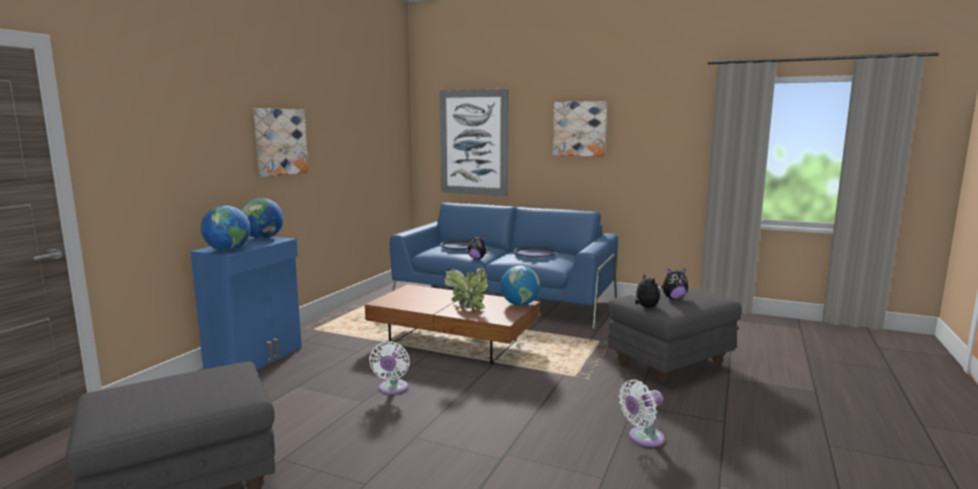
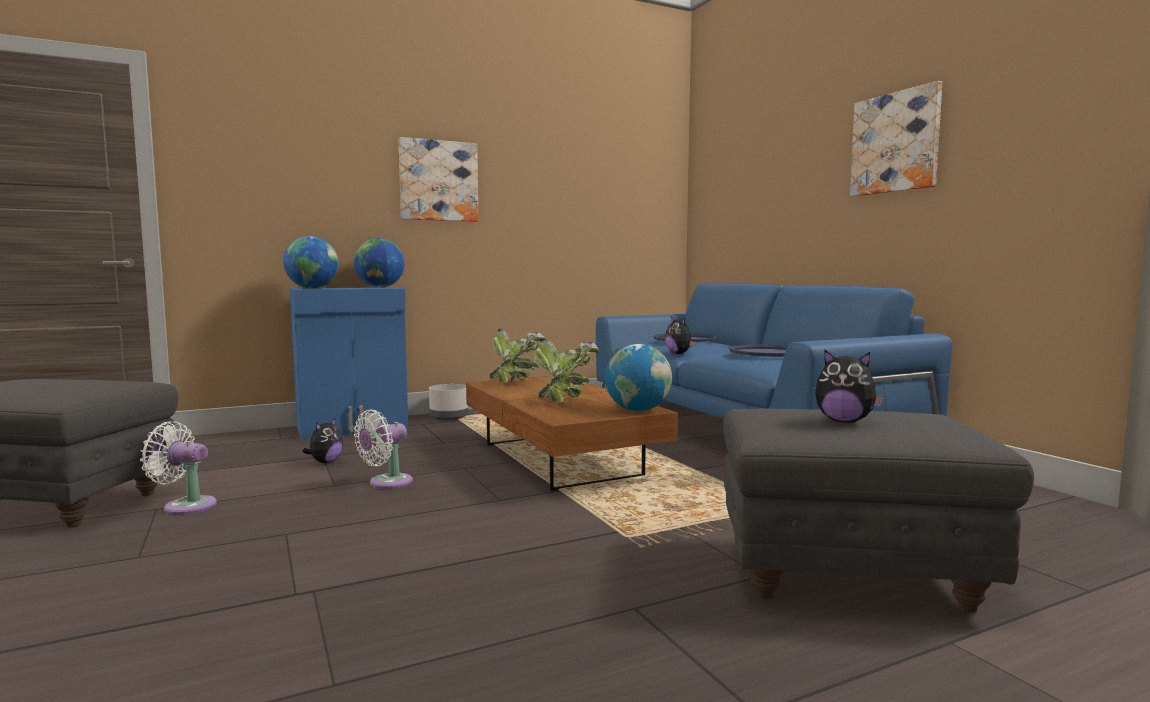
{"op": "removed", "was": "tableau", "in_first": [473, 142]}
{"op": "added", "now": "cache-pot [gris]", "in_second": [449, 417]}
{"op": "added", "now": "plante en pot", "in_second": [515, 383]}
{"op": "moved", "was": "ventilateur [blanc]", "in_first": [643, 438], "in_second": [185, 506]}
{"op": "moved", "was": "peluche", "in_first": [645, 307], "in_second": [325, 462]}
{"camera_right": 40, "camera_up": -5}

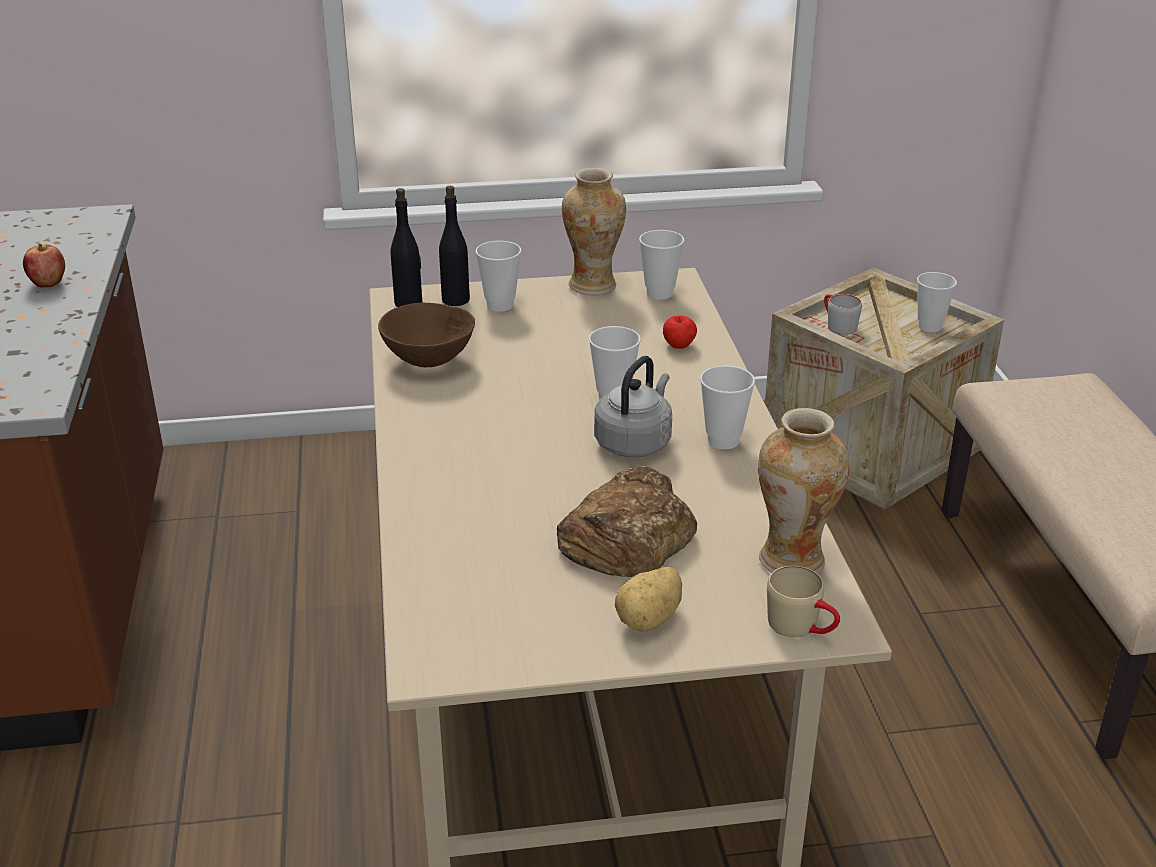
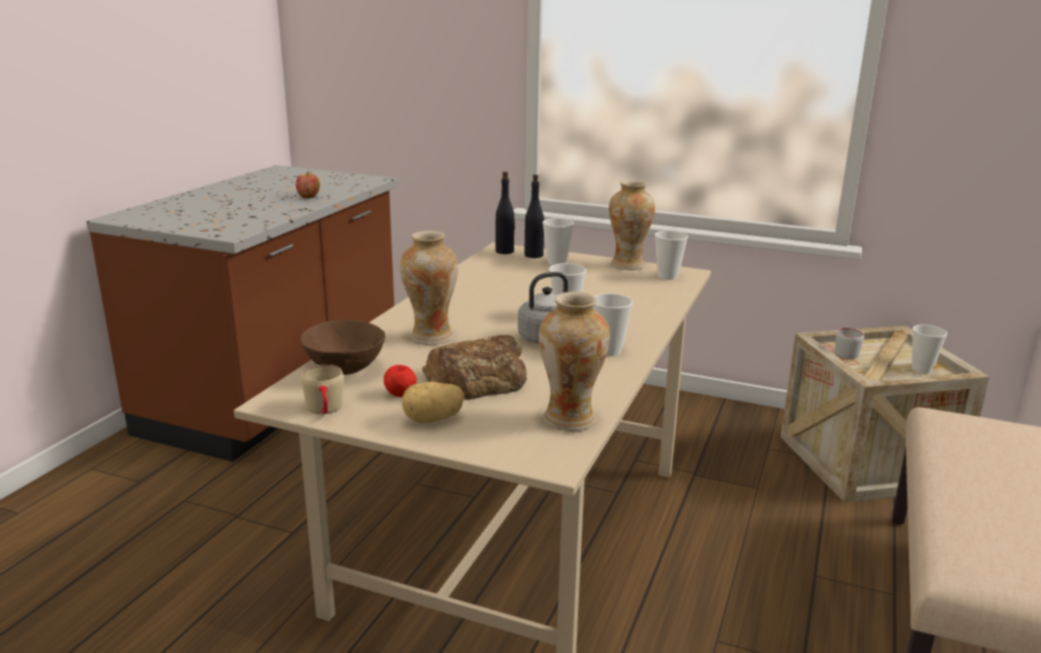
{"op": "added", "now": "vase", "in_second": [431, 337]}
{"op": "moved", "was": "bol [marron]", "in_first": [428, 361], "in_second": [344, 370]}
{"op": "moved", "was": "pomme", "in_first": [679, 345], "in_second": [400, 394]}
{"op": "moved", "was": "mug [beige]", "in_first": [802, 627], "in_second": [325, 410]}
{"camera_right": 30, "camera_up": -10}

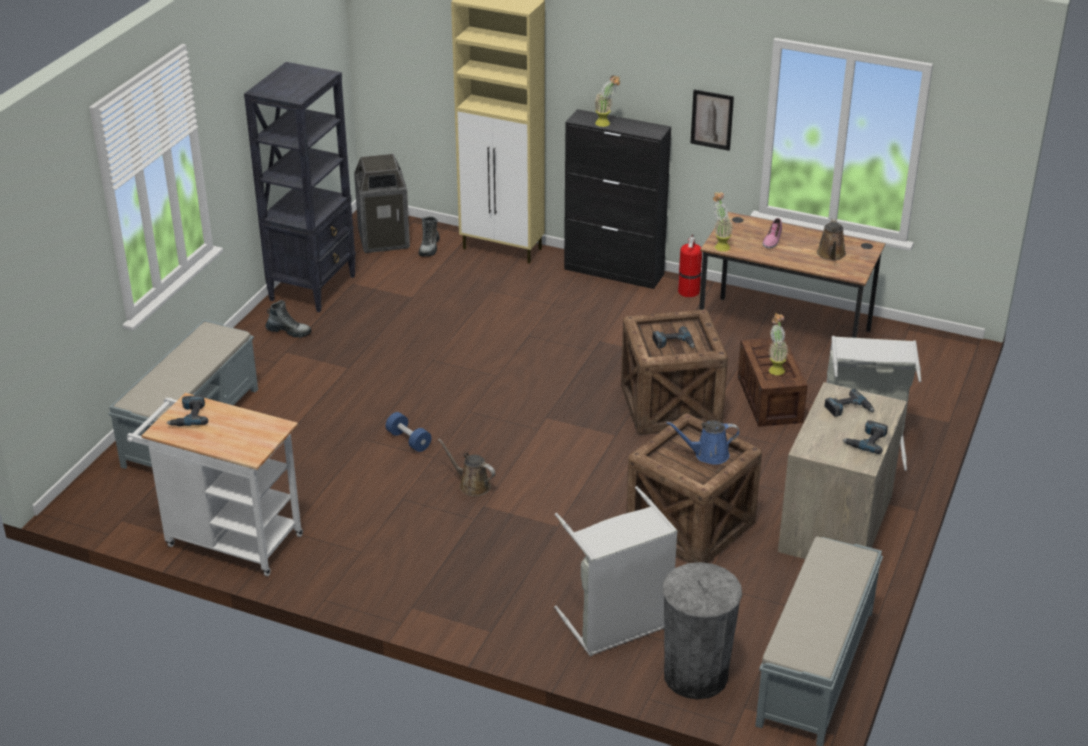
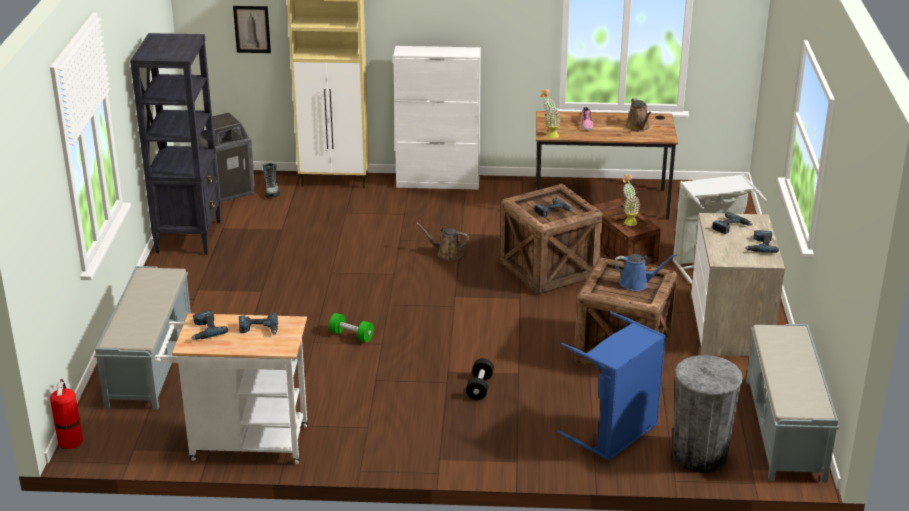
{"op": "removed", "was": "botte", "in_first": [289, 331]}
{"op": "removed", "was": "plante en pot", "in_first": [606, 124]}
{"op": "added", "now": "perceuse", "in_second": [259, 329]}
{"op": "added", "now": "haltère [noir]", "in_second": [480, 387]}
{"op": "moved", "was": "arrosoir [marron]", "in_first": [471, 485], "in_second": [447, 254]}
{"op": "moved", "was": "extincteur", "in_first": [688, 290], "in_second": [70, 440]}
{"op": "moved", "was": "tableau", "in_first": [712, 119], "in_second": [252, 29]}
{"op": "recoloured", "was": "haltère [bleu]", "now": "haltère [vert]", "in_first": [408, 440], "in_second": [351, 335]}
{"op": "recoloured", "was": "panier à linge [gris]", "now": "panier à linge [bleu]", "in_first": [618, 625], "in_second": [615, 434]}
{"op": "recoloured", "was": "meuble de rangement [noir]", "now": "meuble de rangement [blanc]", "in_first": [614, 272], "in_second": [438, 182]}
{"op": "turned", "was": "arrosoir [bleu]", "in_first": [708, 455], "in_second": [637, 283], "clockwise": -150}
{"camera_right": -20, "camera_up": -5}

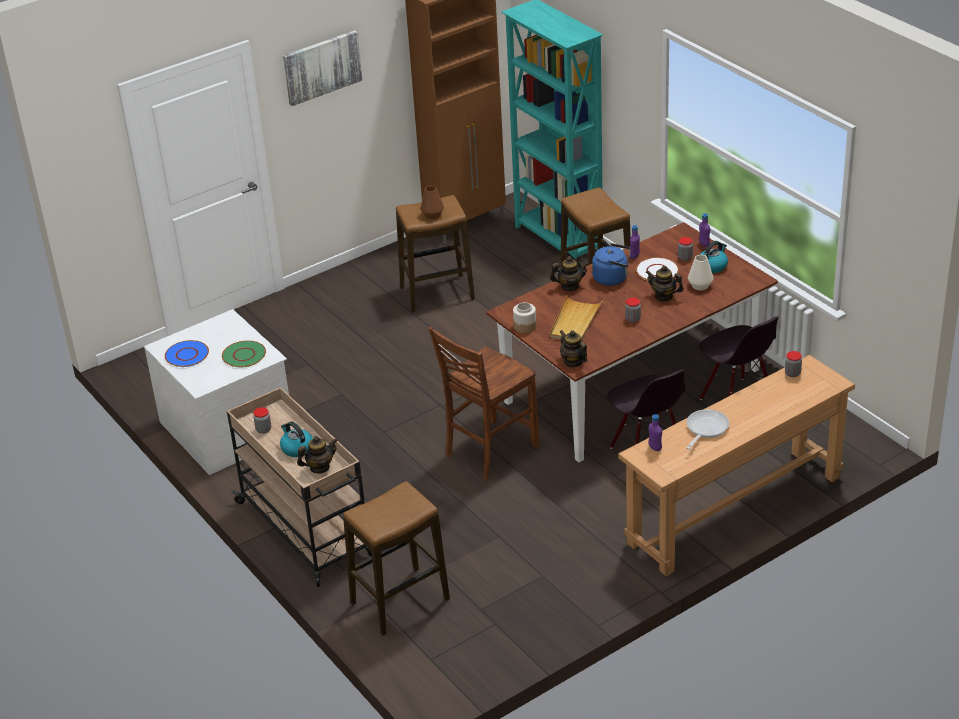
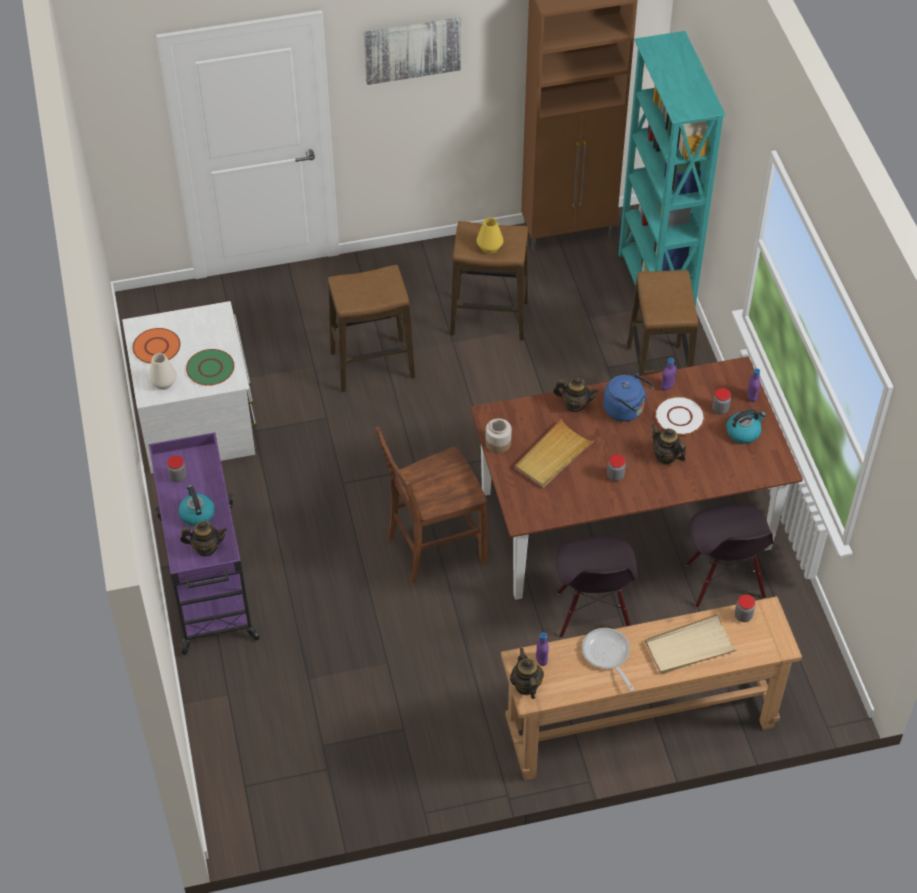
{"op": "added", "now": "plateau [beige]", "in_second": [689, 647]}
{"op": "moved", "was": "tabouret", "in_first": [400, 602], "in_second": [372, 365]}
{"op": "moved", "was": "théière", "in_first": [573, 362], "in_second": [526, 685]}
{"op": "moved", "was": "vase [blanc]", "in_first": [700, 286], "in_second": [163, 383]}
{"op": "recoloured", "was": "assiette [bleu]", "now": "assiette [orange]", "in_first": [186, 355], "in_second": [156, 347]}
{"op": "recoloured", "was": "chariot [beige]", "now": "chariot [violet]", "in_first": [307, 530], "in_second": [208, 579]}
{"op": "recoloured", "was": "vase [marron]", "now": "vase [jaune]", "in_first": [432, 215], "in_second": [489, 247]}
{"op": "turned", "was": "poêle", "in_first": [705, 429], "in_second": [607, 655], "clockwise": -75}
{"camera_right": 20, "camera_up": 15}

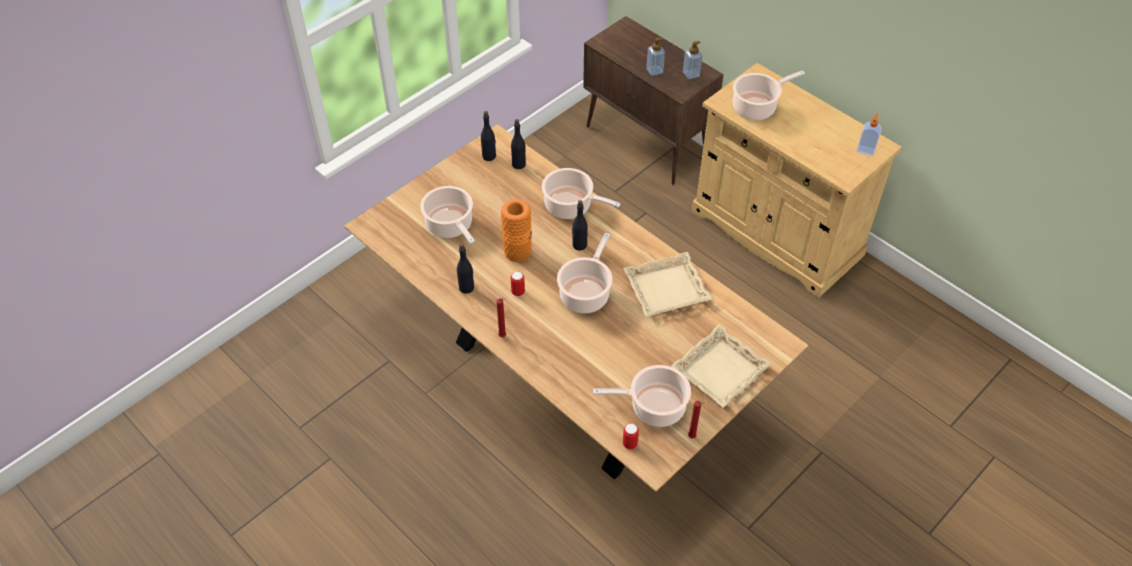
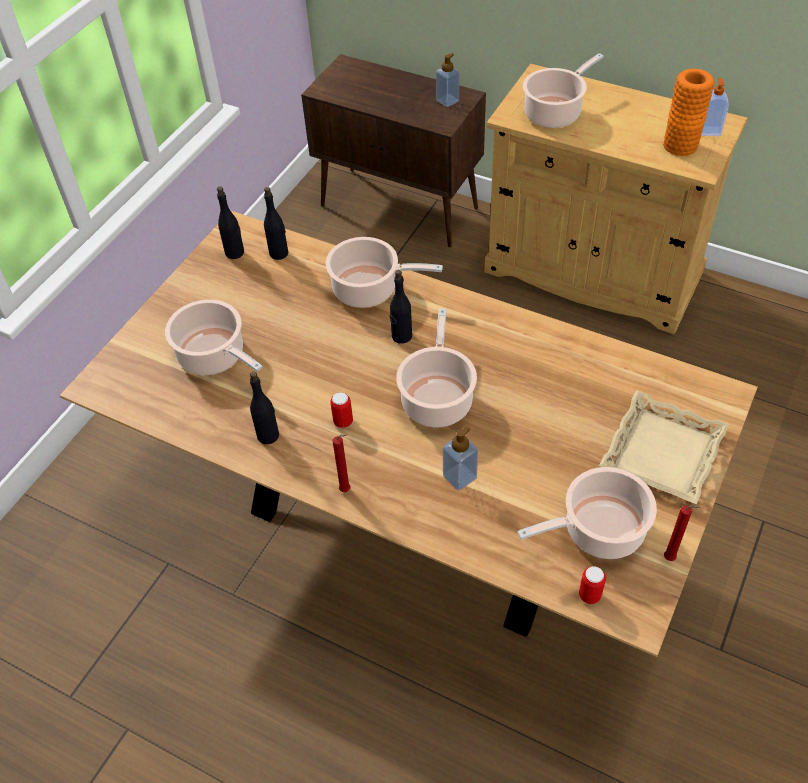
{"op": "removed", "was": "plateau [beige]", "in_first": [666, 288]}
{"op": "moved", "was": "vase [orange]", "in_first": [517, 252], "in_second": [680, 146]}
{"op": "moved", "was": "distributeur de savon", "in_first": [654, 70], "in_second": [459, 477]}
{"camera_right": -15, "camera_up": 0}

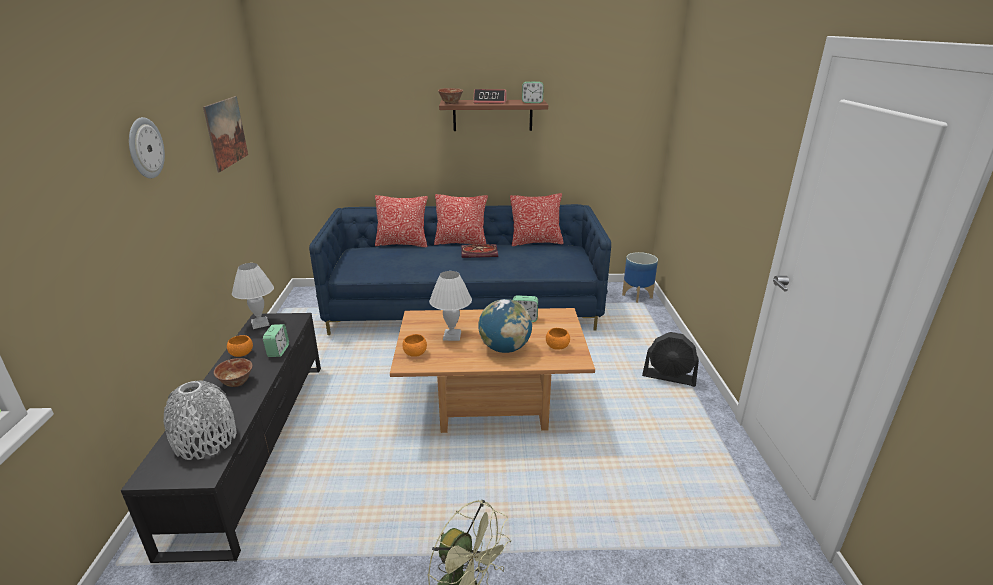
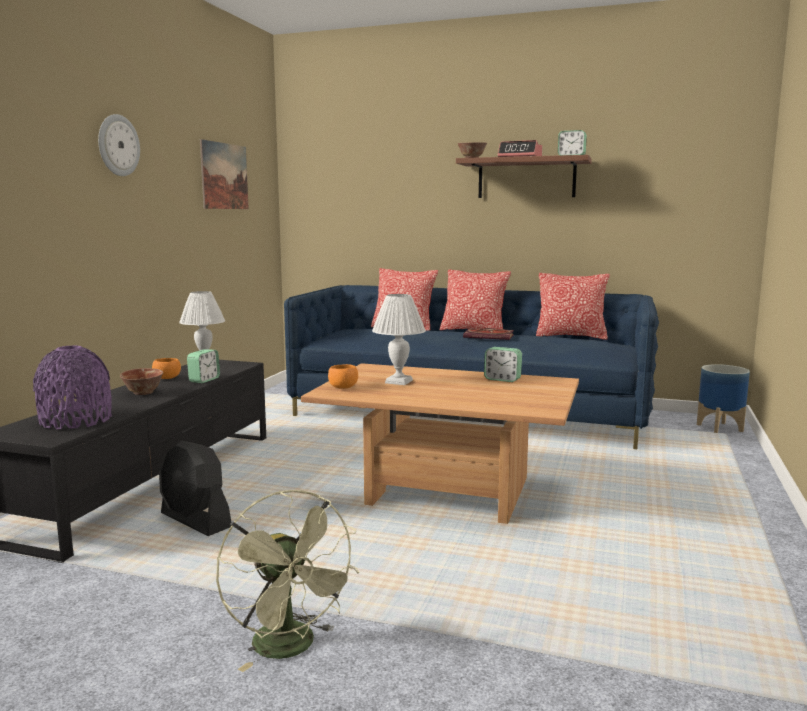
{"op": "removed", "was": "globe", "in_first": [505, 348]}
{"op": "removed", "was": "bol [orange]", "in_first": [557, 346]}
{"op": "moved", "was": "ventilateur [noir]", "in_first": [669, 377], "in_second": [195, 521]}
{"op": "recoloured", "was": "vase [gris]", "now": "vase [violet]", "in_first": [205, 440], "in_second": [76, 420]}
{"camera_right": 20, "camera_up": -15}

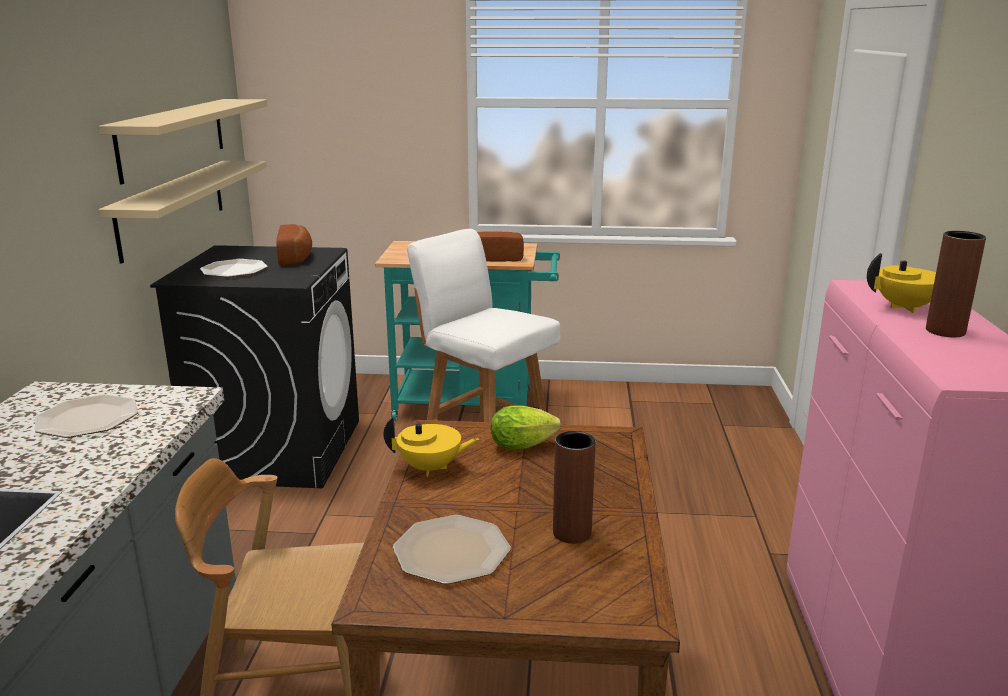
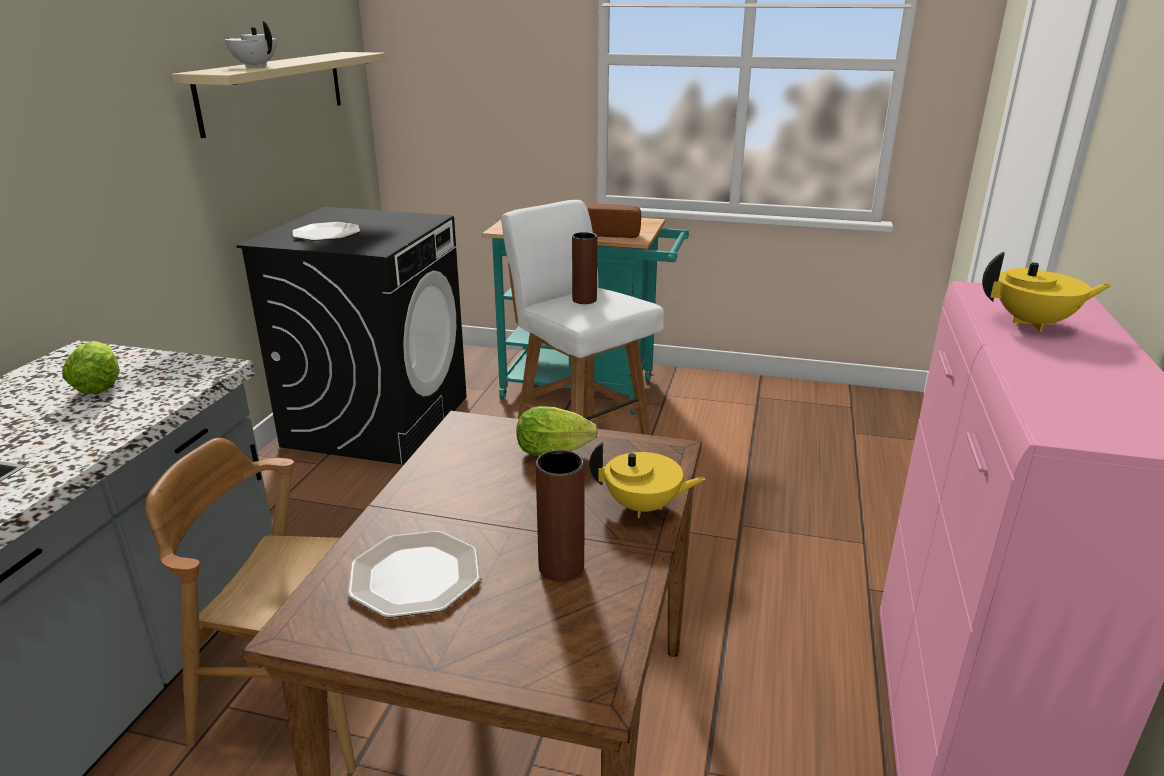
{"op": "removed", "was": "étagère [beige]", "in_first": [173, 207]}
{"op": "removed", "was": "pain", "in_first": [296, 257]}
{"op": "added", "now": "théière [blanc]", "in_second": [255, 66]}
{"op": "moved", "was": "théière [jaune]", "in_first": [431, 468], "in_second": [643, 507]}
{"op": "moved", "was": "vase [marron]", "in_first": [945, 331], "in_second": [584, 300]}
{"op": "replaced", "was": "assiette", "now": "laitue", "in_first": [86, 419], "in_second": [99, 385]}
{"camera_right": 10, "camera_up": 5}

